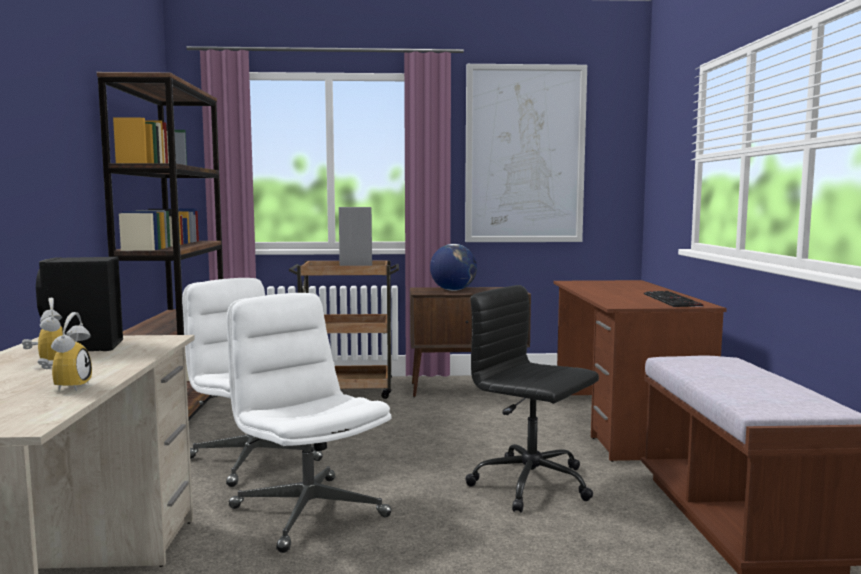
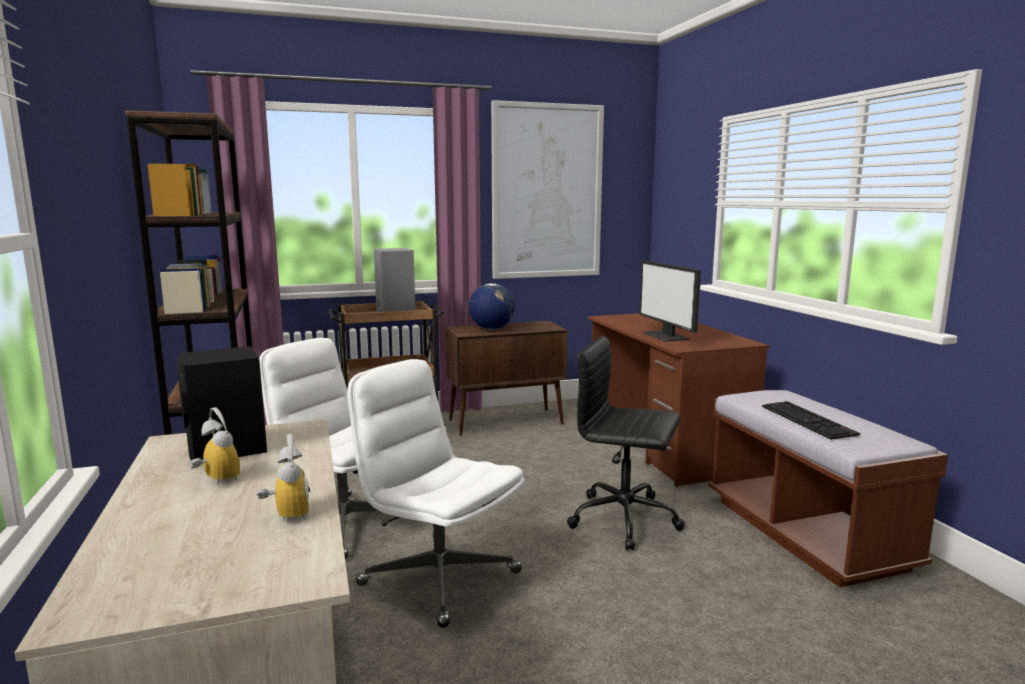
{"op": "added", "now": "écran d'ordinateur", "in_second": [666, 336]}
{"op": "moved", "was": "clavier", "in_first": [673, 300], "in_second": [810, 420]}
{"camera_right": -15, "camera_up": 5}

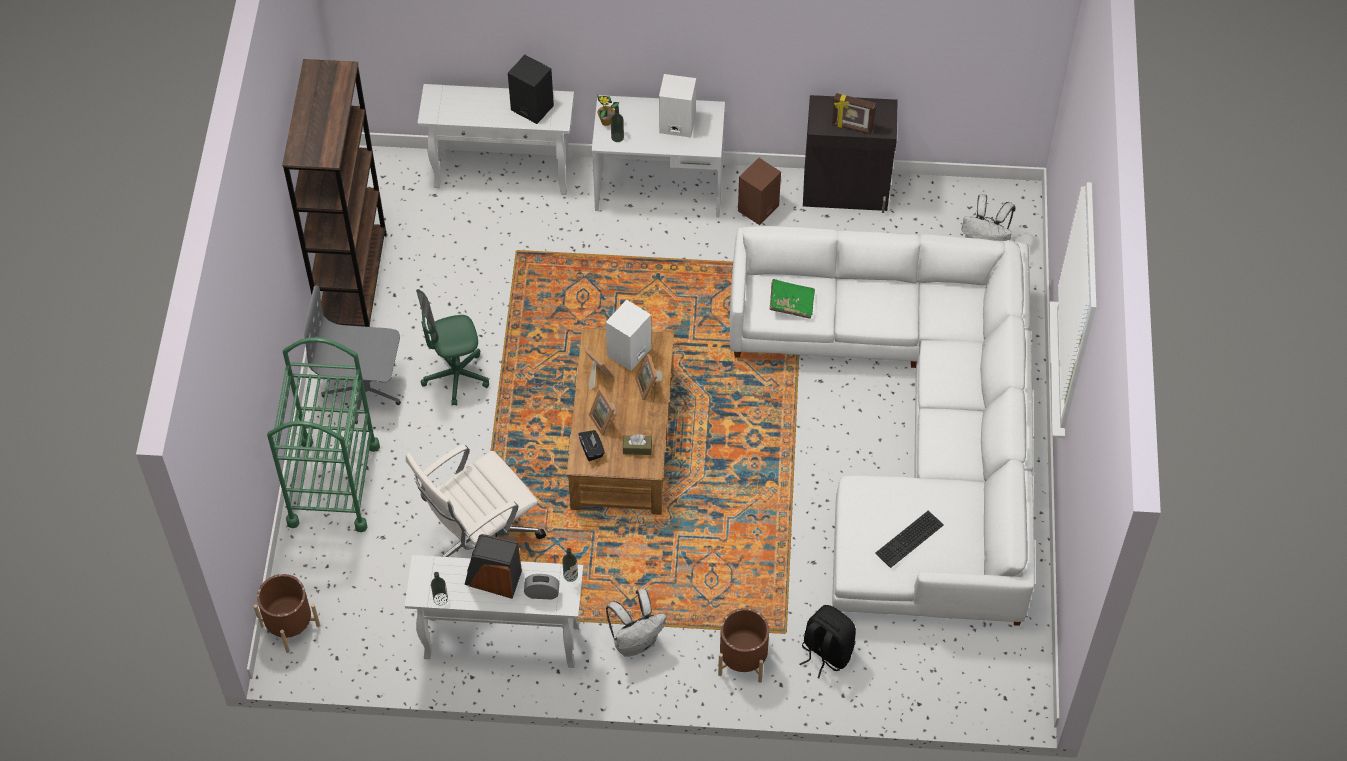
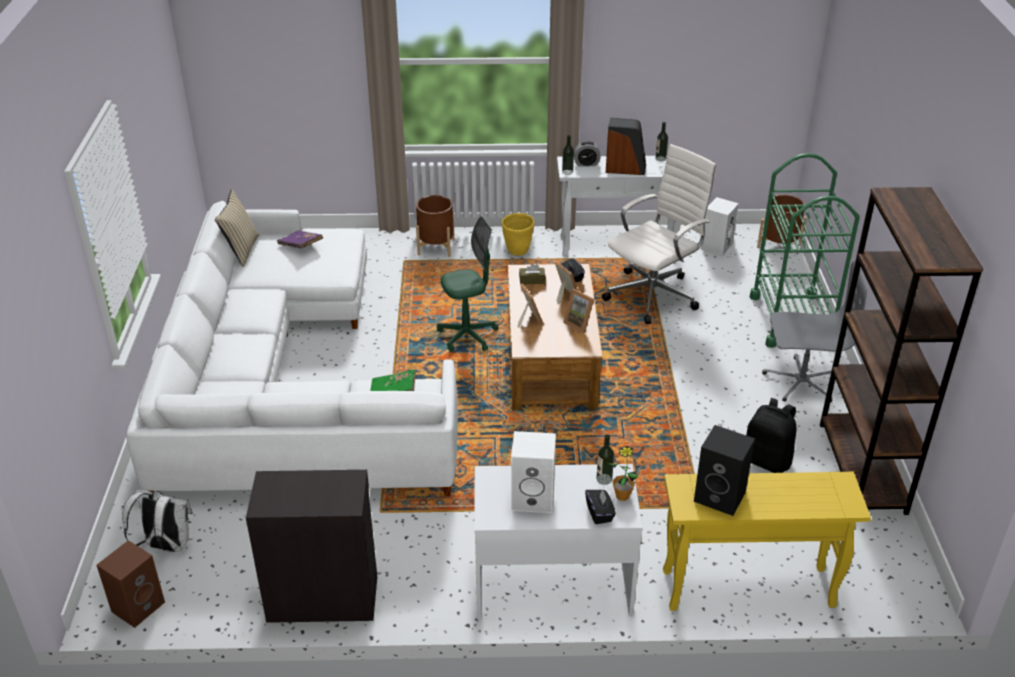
{"op": "removed", "was": "cadre photo", "in_first": [852, 127]}
{"op": "added", "now": "coussin [beige]", "in_second": [241, 250]}
{"op": "added", "now": "boîte à mouchoirs [noir]", "in_second": [599, 513]}
{"op": "moved", "was": "chaise de bureau [vert]", "in_first": [456, 377], "in_second": [467, 336]}
{"op": "moved", "was": "enceinte [blanc]", "in_first": [629, 353], "in_second": [716, 246]}
{"op": "moved", "was": "enceinte [marron]", "in_first": [758, 209], "in_second": [138, 605]}
{"op": "moved", "was": "sac à dos [noir]", "in_first": [825, 652], "in_second": [767, 460]}
{"op": "replaced", "was": "sac à dos [blanc]", "now": "cache-pot [jaune]", "in_first": [636, 641], "in_second": [517, 251]}
{"op": "replaced", "was": "clavier", "now": "livre [violet]", "in_first": [910, 540], "in_second": [300, 246]}
{"op": "recoloured", "was": "table console [blanc]", "now": "table console [jaune]", "in_first": [503, 174], "in_second": [746, 589]}
{"camera_right": 175, "camera_up": -20}

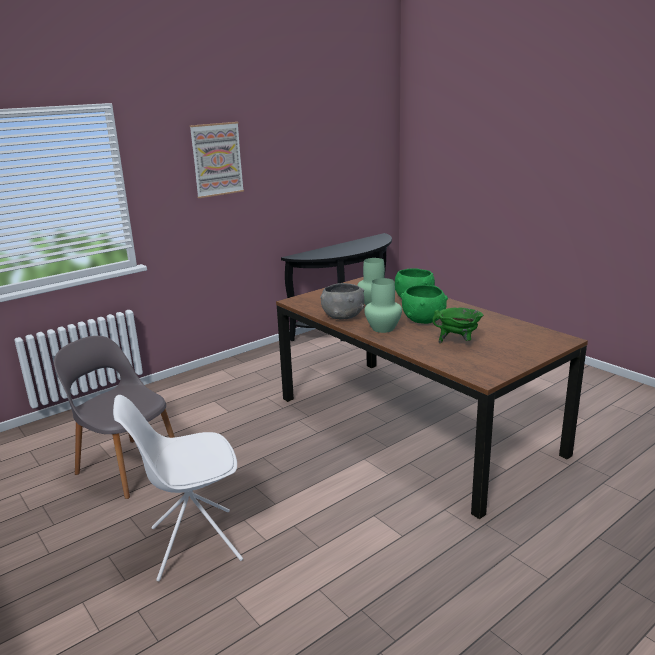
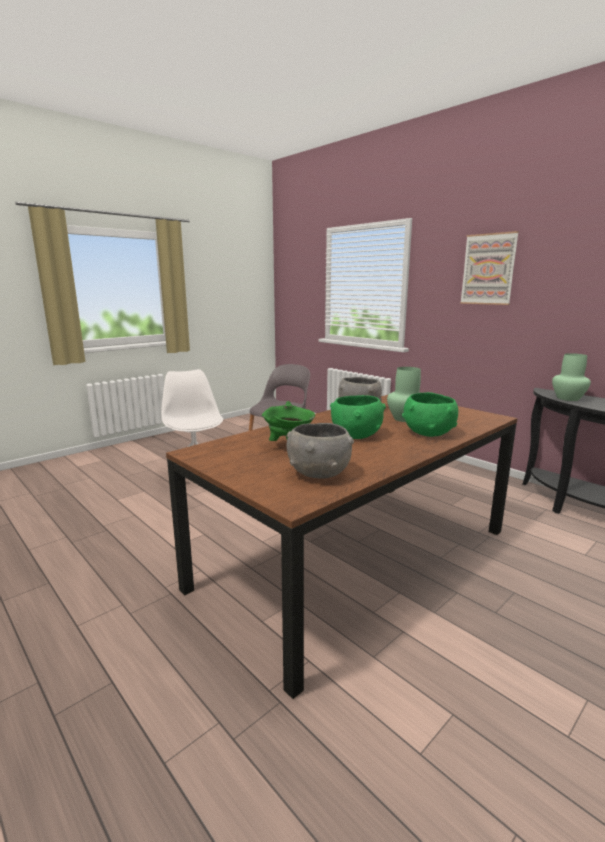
{"op": "added", "now": "bol [gris]", "in_second": [319, 473]}
{"op": "moved", "was": "vase [vert]", "in_first": [383, 328], "in_second": [568, 398]}
{"camera_right": 85, "camera_up": -5}

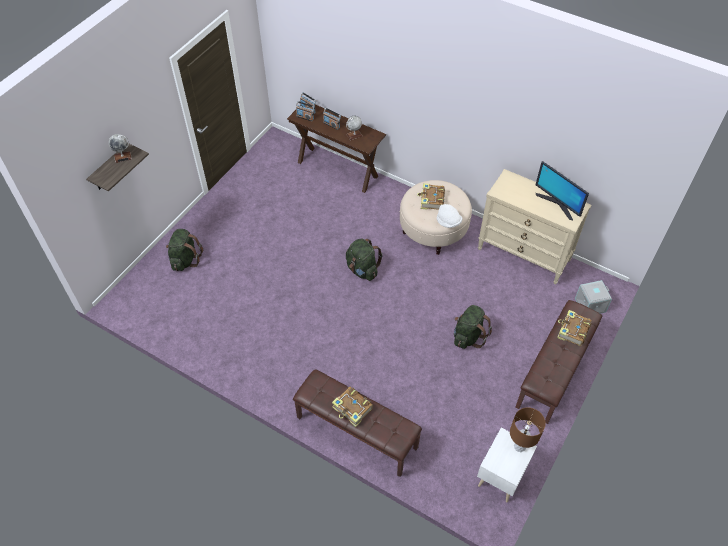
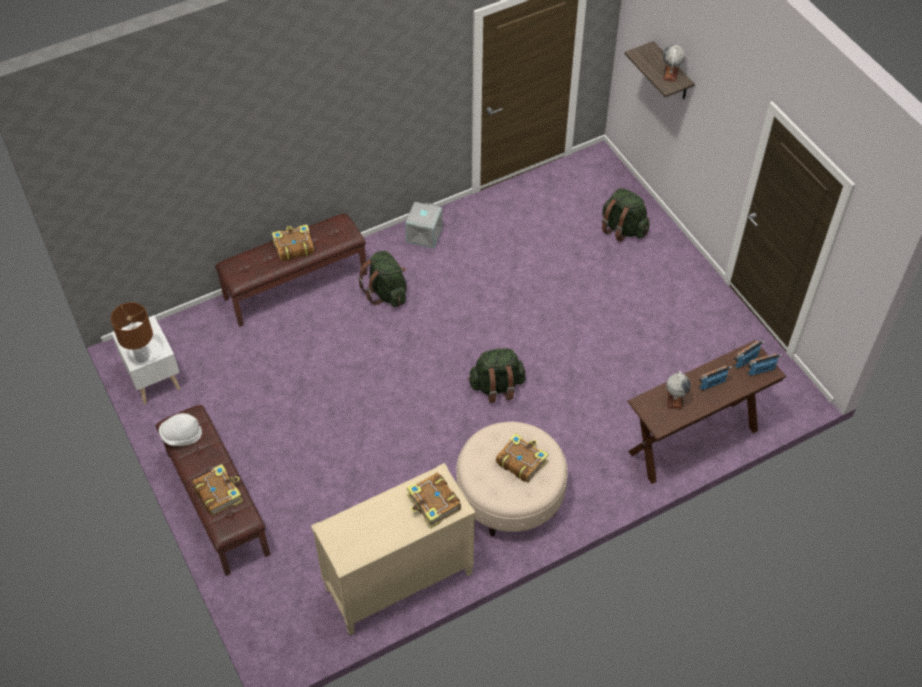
{"op": "removed", "was": "écran d'ordinateur", "in_first": [557, 204]}
{"op": "added", "now": "livre", "in_second": [433, 504]}
{"op": "moved", "was": "chapeau [blanc]", "in_first": [448, 222], "in_second": [181, 436]}
{"op": "moved", "was": "sac à dos [vert]", "in_first": [468, 336], "in_second": [386, 292]}
{"op": "moved", "was": "boîte de rangement [gris]", "in_first": [590, 305], "in_second": [423, 234]}
{"camera_right": 120, "camera_up": 0}

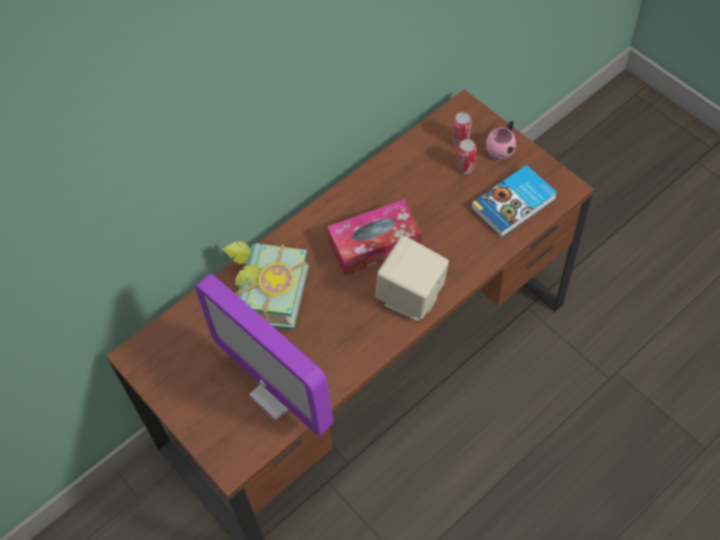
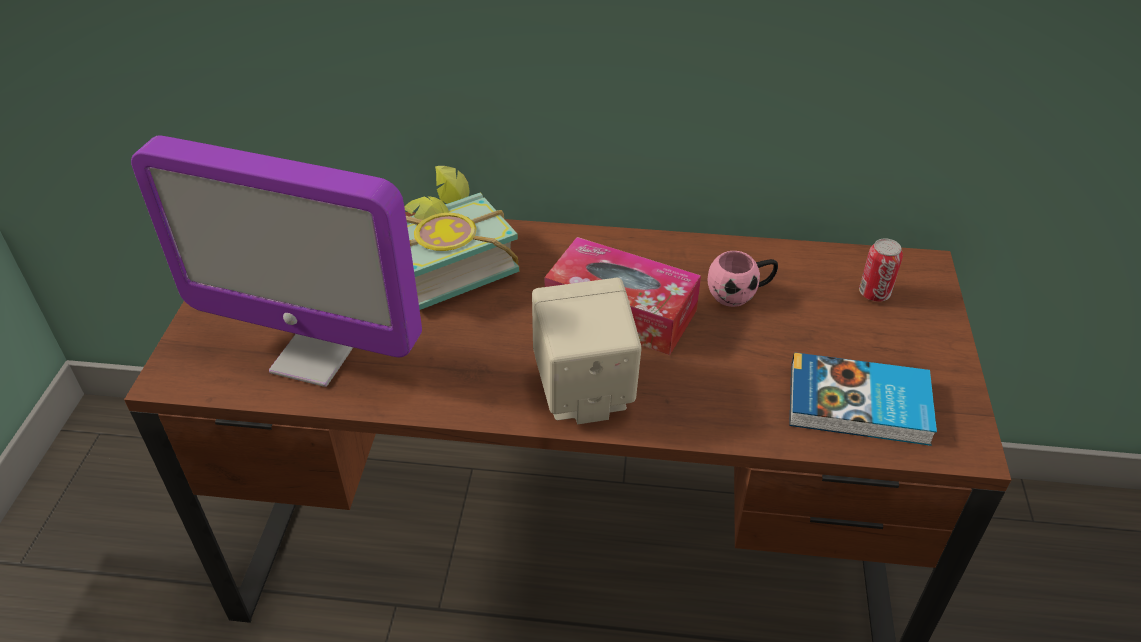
{"op": "removed", "was": "boîte métallique", "in_first": [465, 167]}
{"op": "moved", "was": "mug [rose]", "in_first": [502, 147], "in_second": [740, 293]}
{"op": "turned", "was": "écran d'ordinateur", "in_first": [278, 393], "in_second": [315, 356], "clockwise": -75}
{"camera_right": 45, "camera_up": -15}

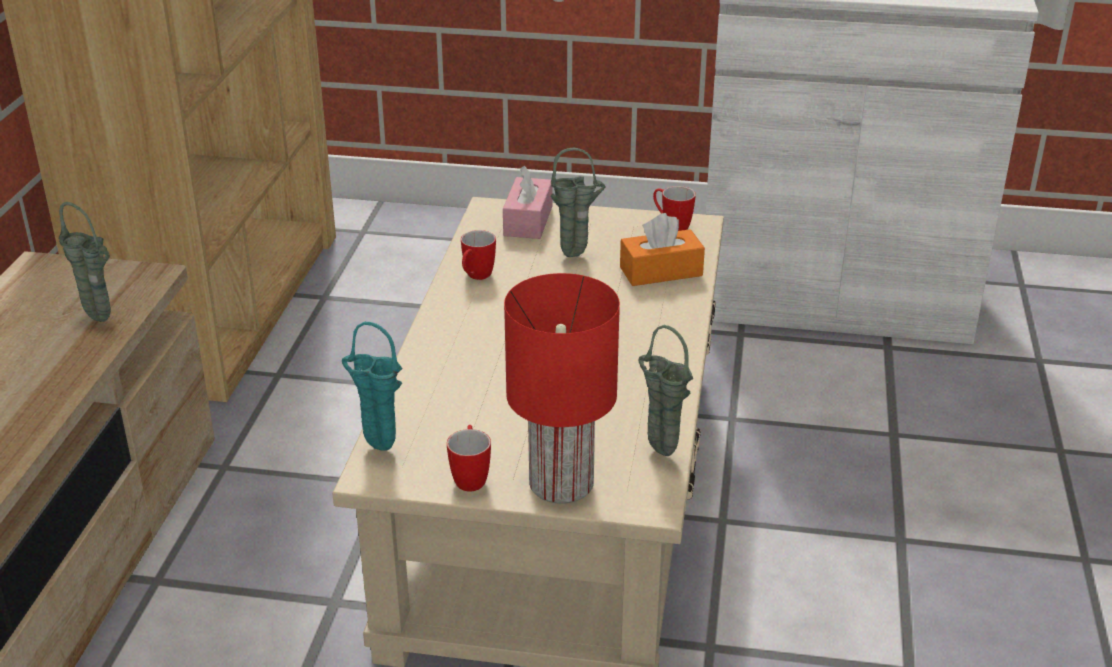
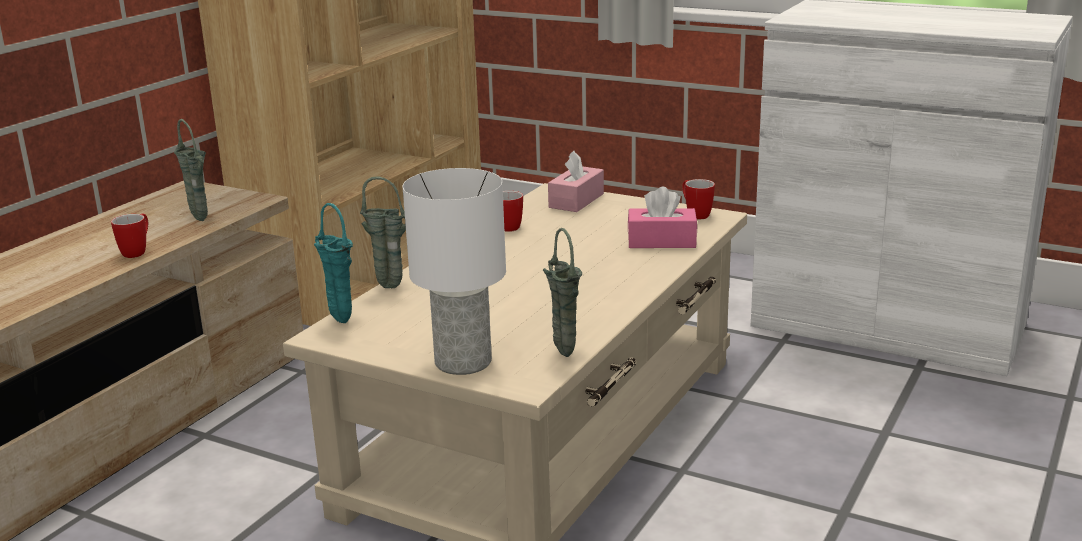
{"op": "moved", "was": "mug", "in_first": [470, 477], "in_second": [137, 251]}
{"op": "moved", "was": "vase [vert]", "in_first": [576, 256], "in_second": [393, 288]}
{"op": "recoloured", "was": "lampe de table [rouge]", "now": "lampe de table [blanc]", "in_first": [559, 484], "in_second": [461, 362]}
{"op": "recoloured", "was": "boîte à mouchoirs [orange]", "now": "boîte à mouchoirs [rose]", "in_first": [661, 271], "in_second": [661, 241]}
{"camera_right": 20, "camera_up": -10}

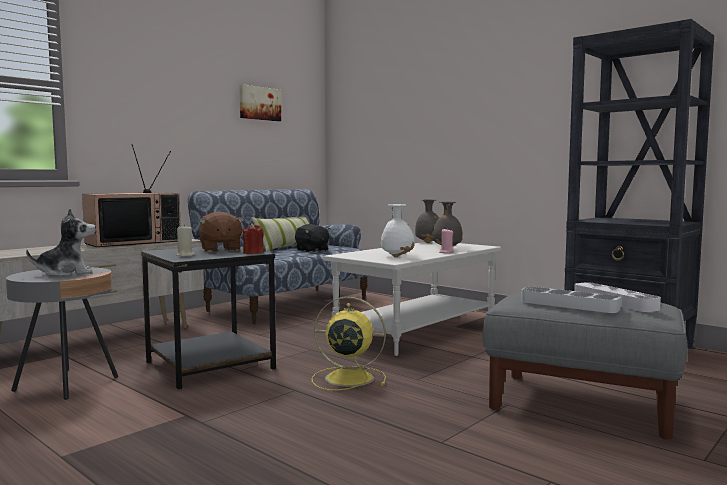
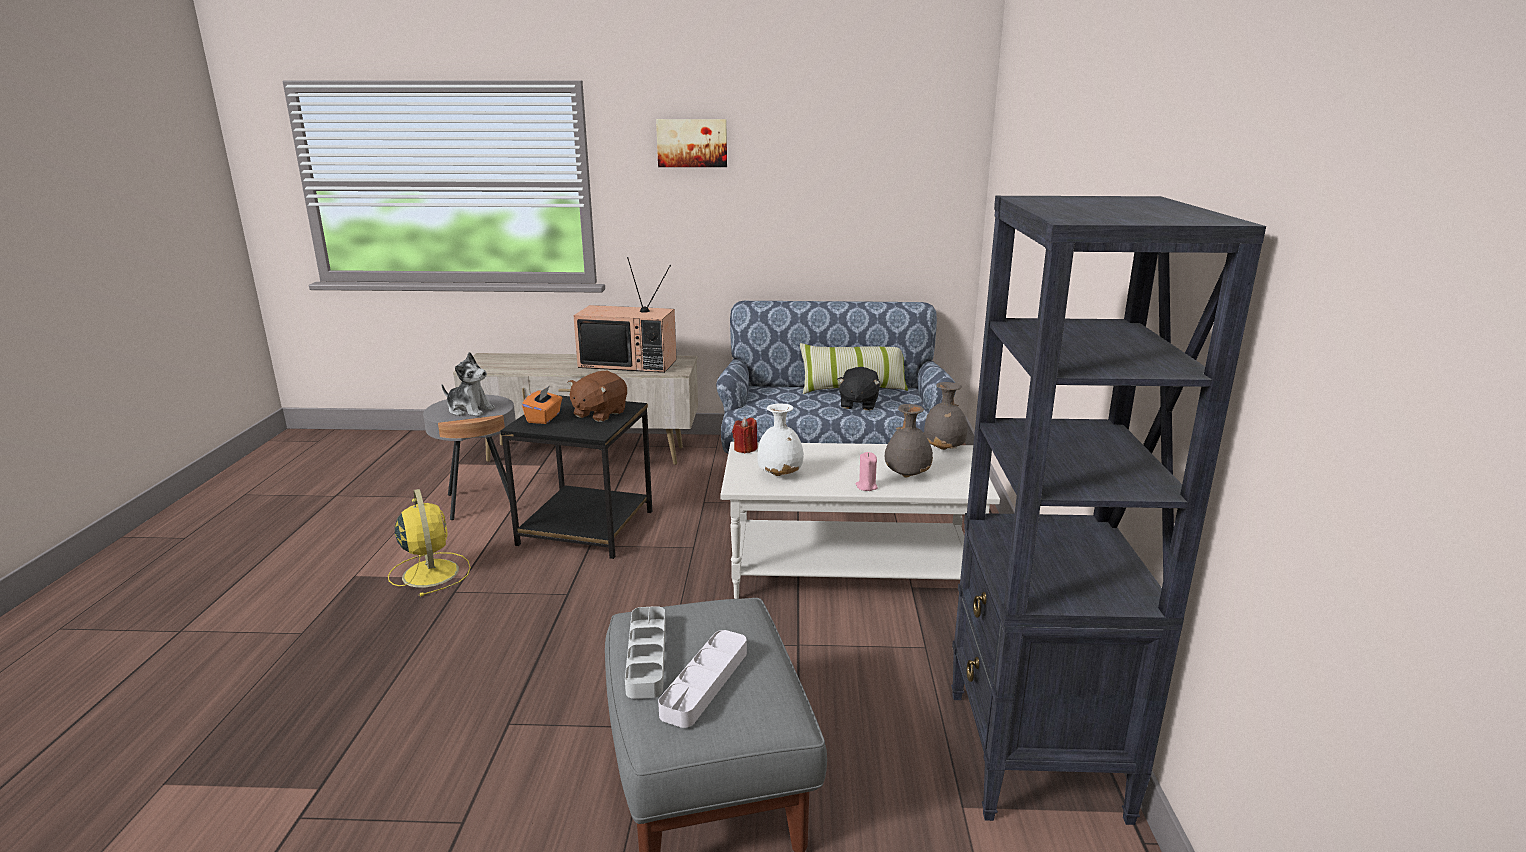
{"op": "moved", "was": "tableau", "in_first": [259, 103], "in_second": [692, 143]}
{"op": "moved", "was": "bougie [rouge]", "in_first": [253, 253], "in_second": [745, 449]}
{"op": "moved", "was": "ventilateur [jaune]", "in_first": [347, 378], "in_second": [430, 572]}
{"op": "replaced", "was": "bougie [beige]", "now": "boîte à mouchoirs [orange]", "in_first": [185, 255], "in_second": [544, 418]}
{"camera_right": 50, "camera_up": 15}

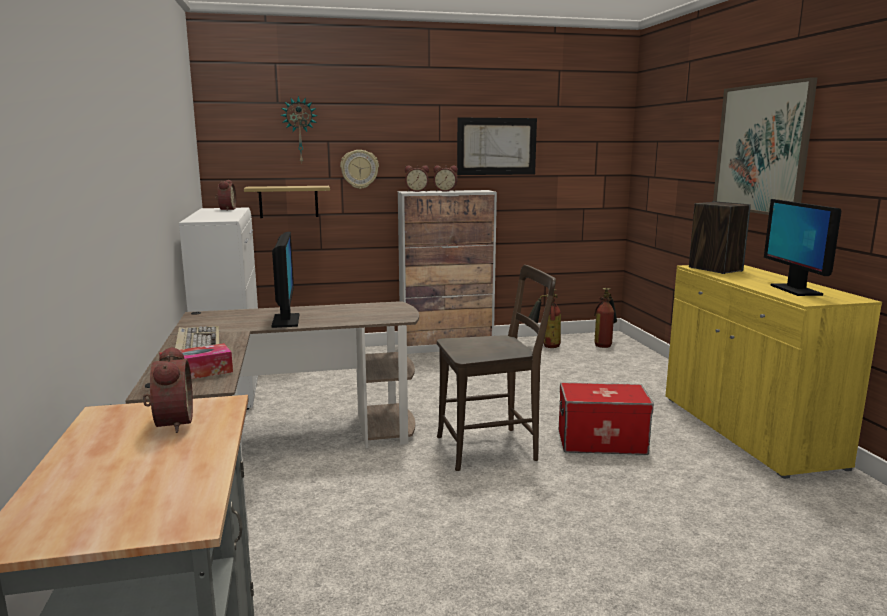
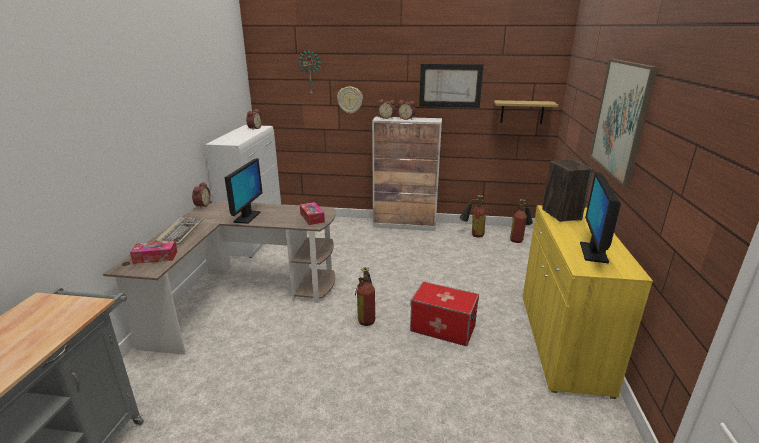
{"op": "added", "now": "boîte à mouchoirs", "in_second": [312, 218]}
{"op": "moved", "was": "réveil", "in_first": [170, 423], "in_second": [201, 205]}
{"op": "moved", "was": "étagère", "in_first": [288, 201], "in_second": [522, 112]}
{"op": "replaced", "was": "chaise [marron]", "now": "extincteur", "in_first": [492, 448], "in_second": [367, 317]}
{"camera_right": 20, "camera_up": 10}

